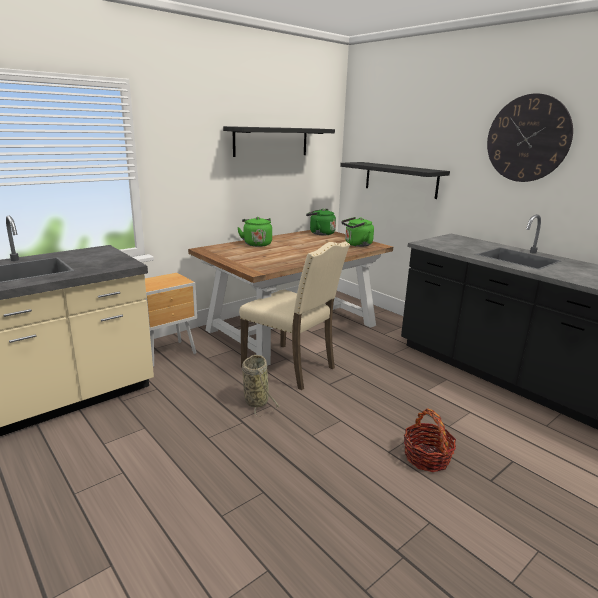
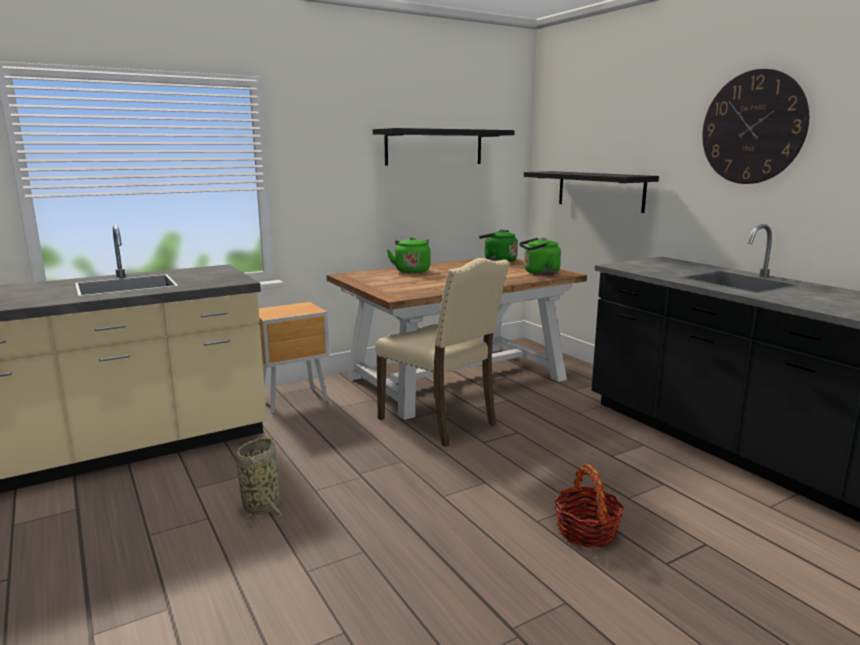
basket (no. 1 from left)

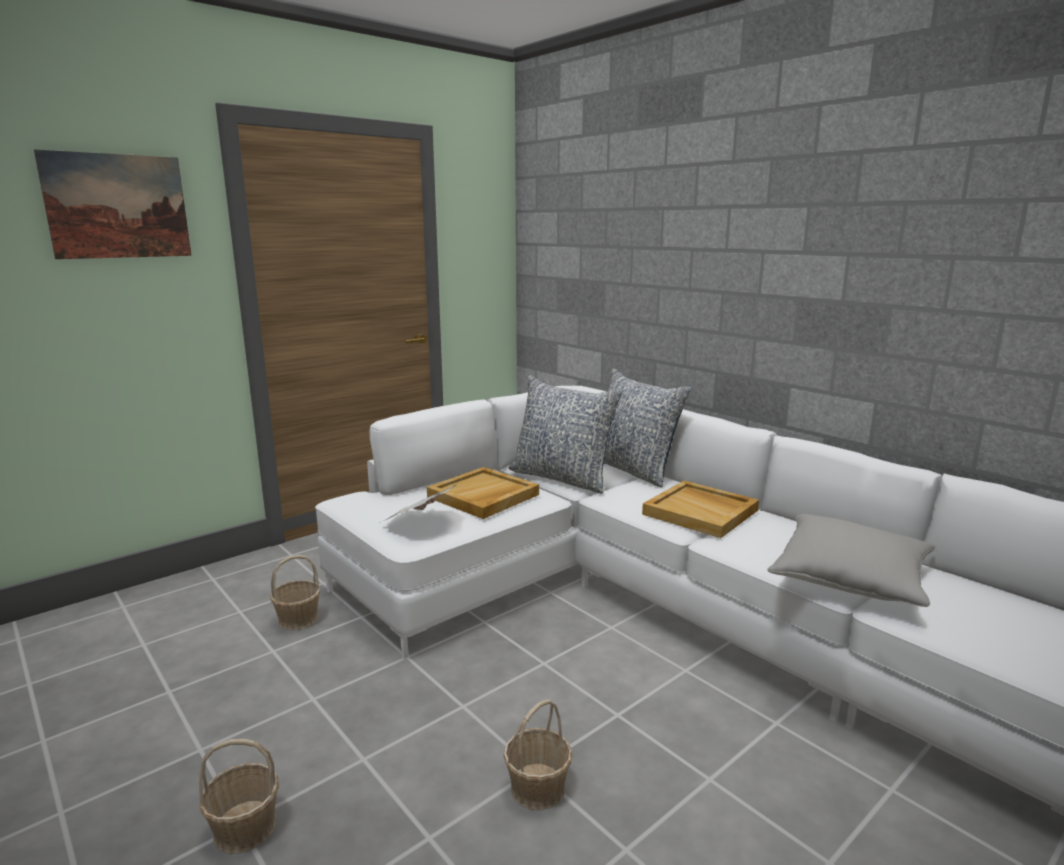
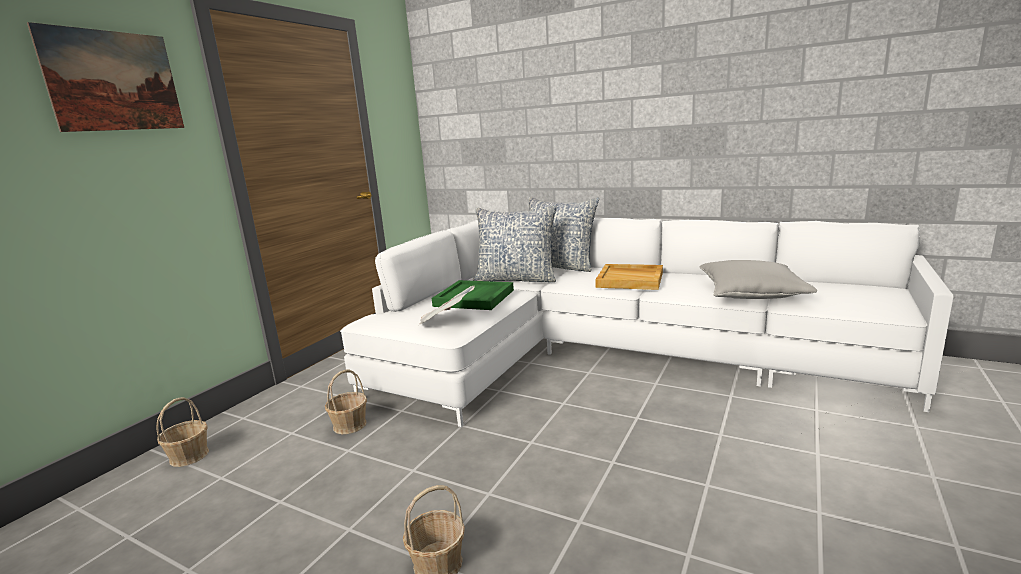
green tray
basket (no. 1 from left)

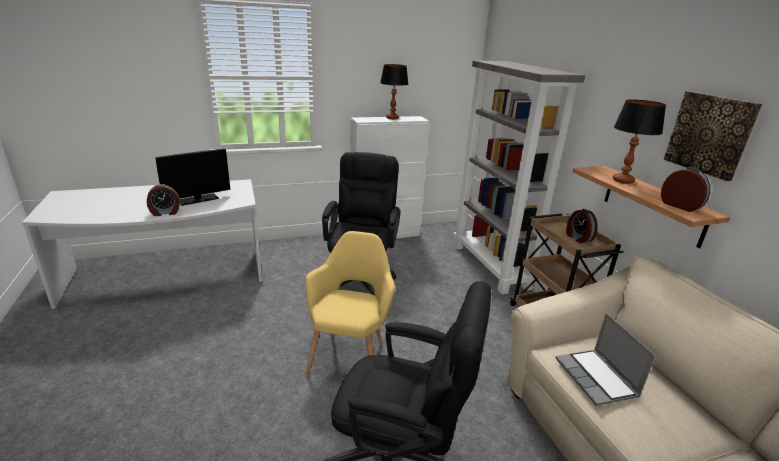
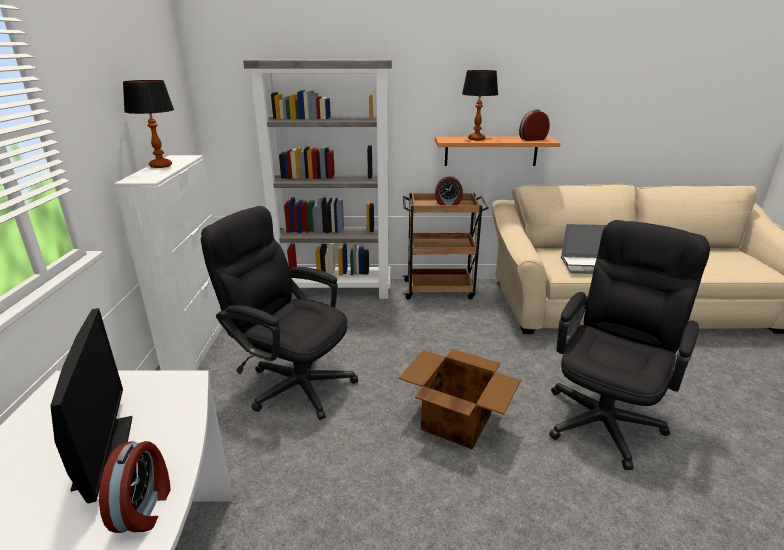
picture
cardboard box

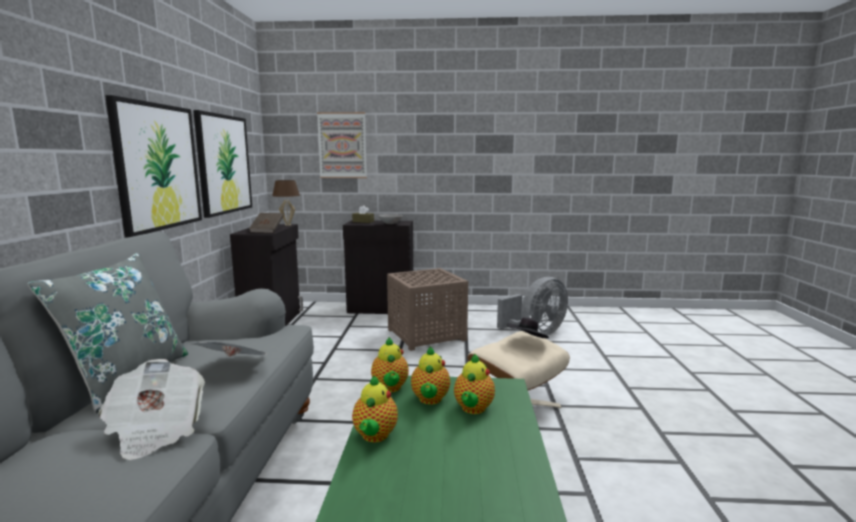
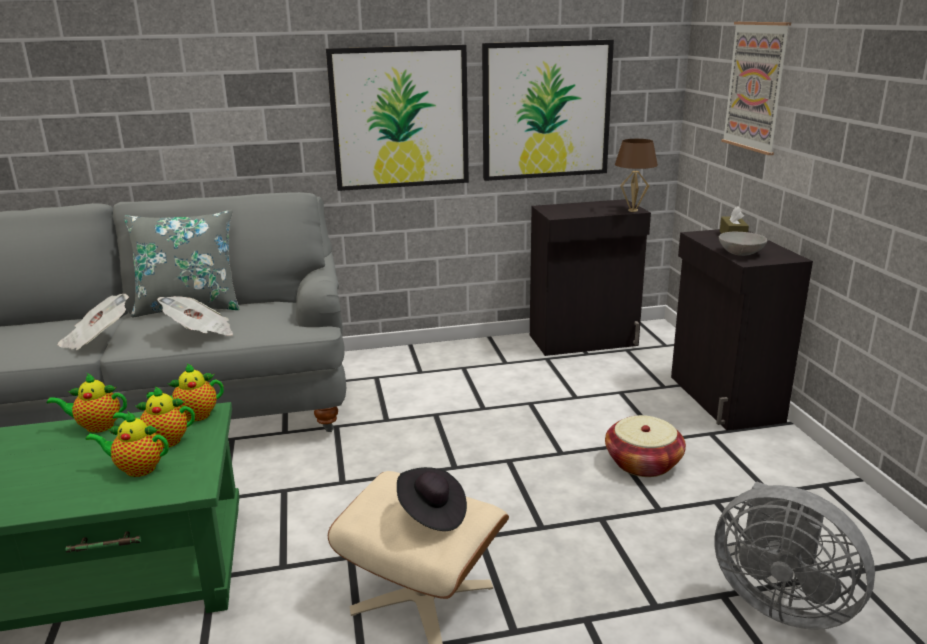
brown book
basket

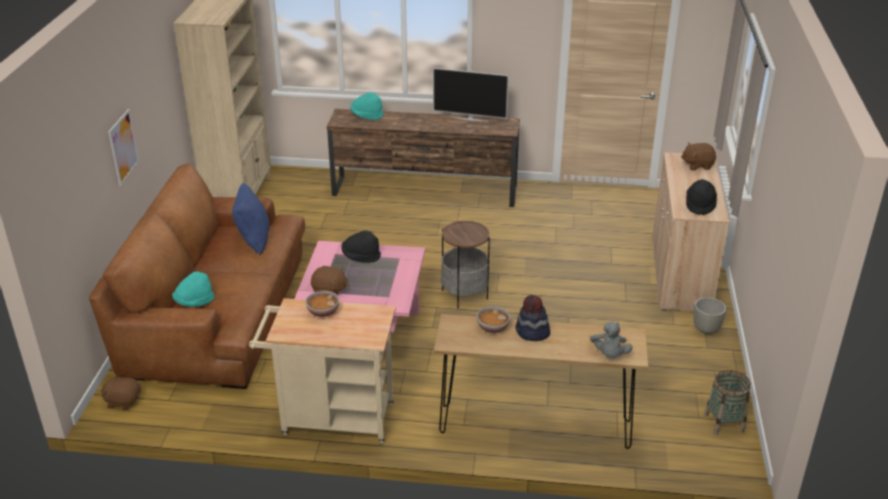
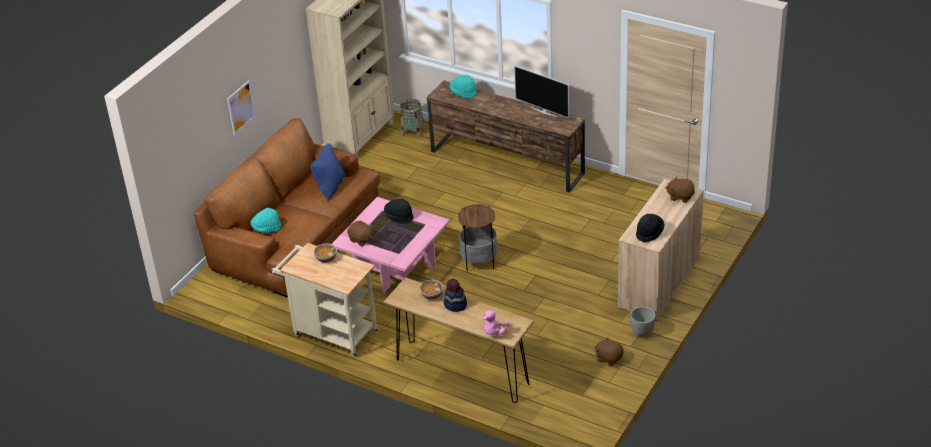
pink plush toy
basket
brown plush toy (no. 2 from left)

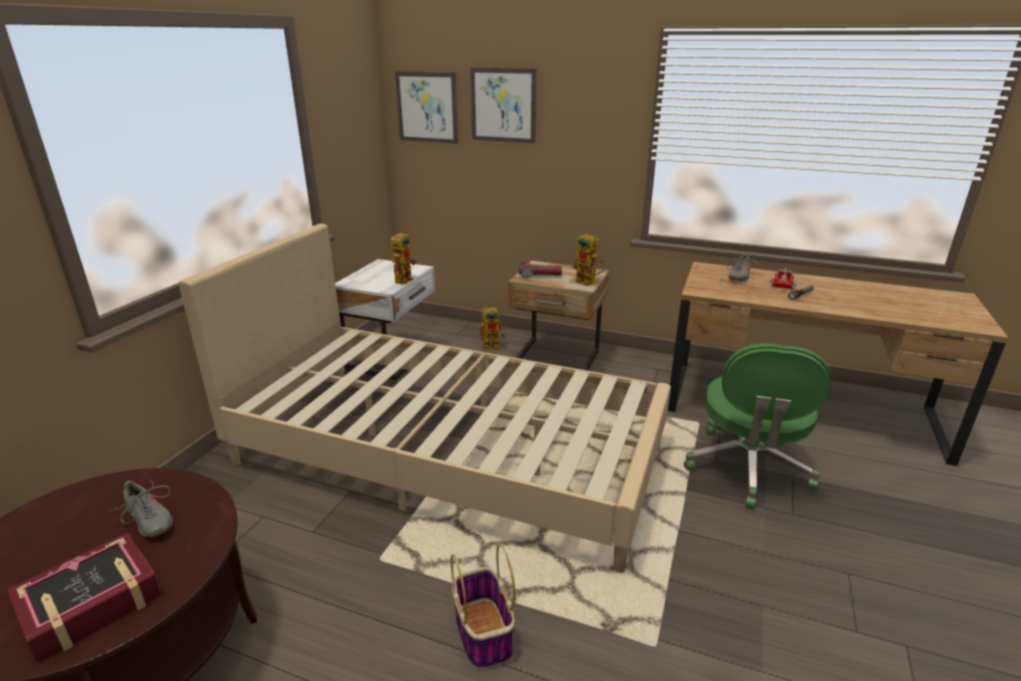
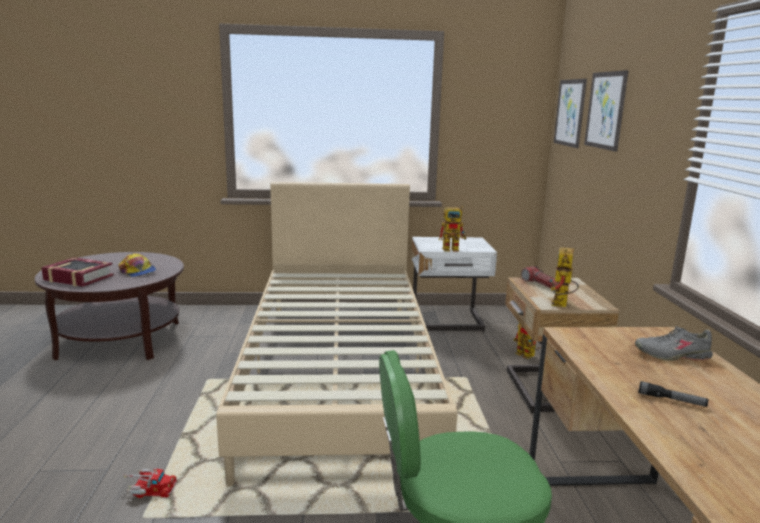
toy truck
cap
basket

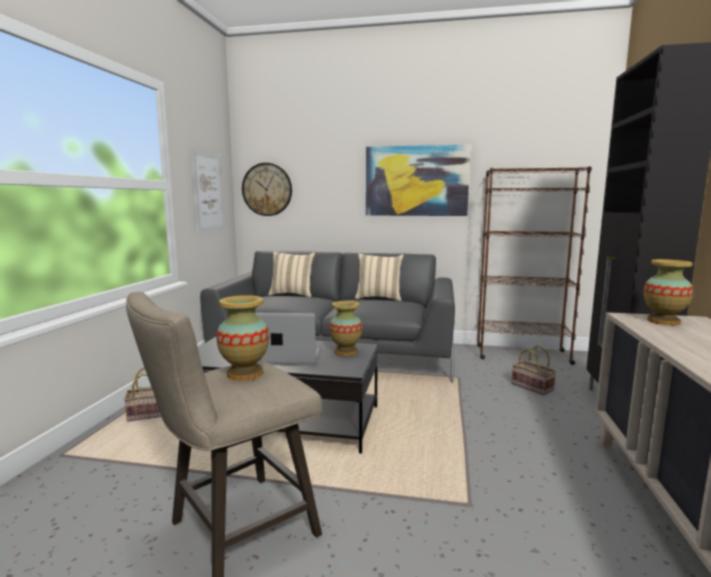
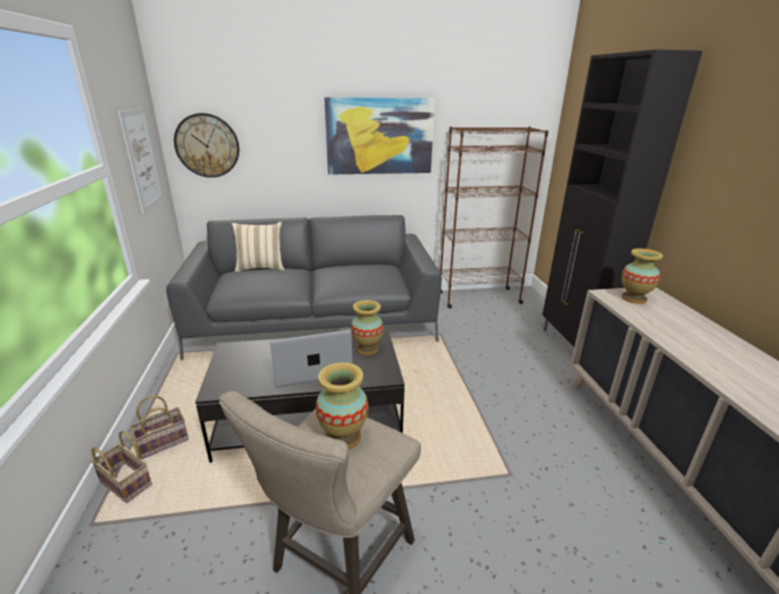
beige pillow (no. 2 from left in the first image)
basket (no. 1 from left)

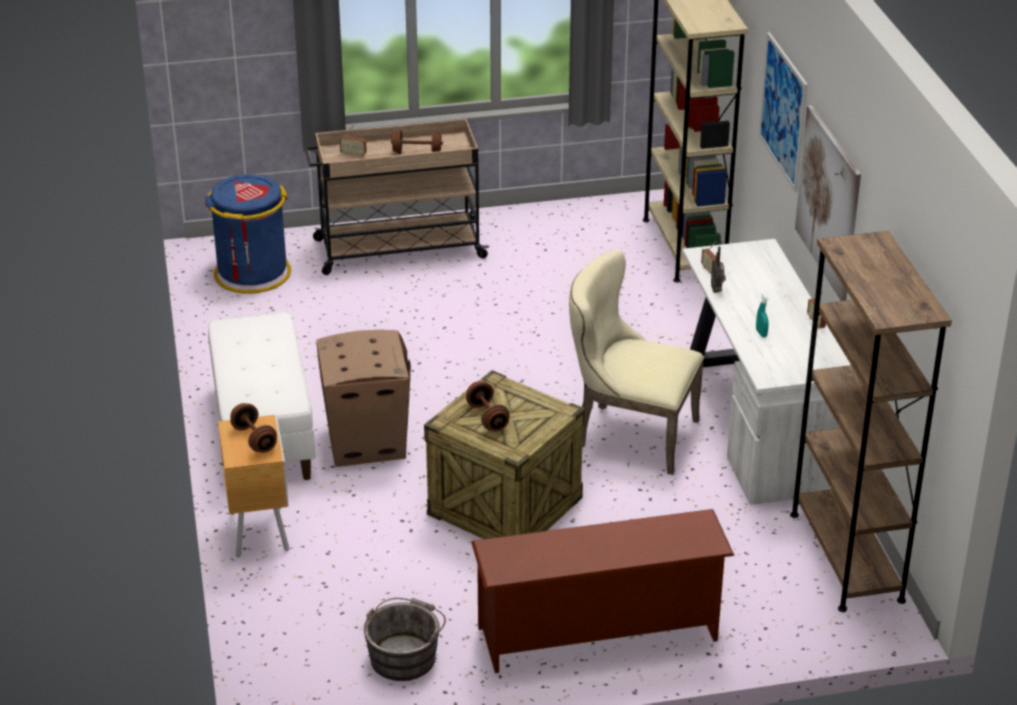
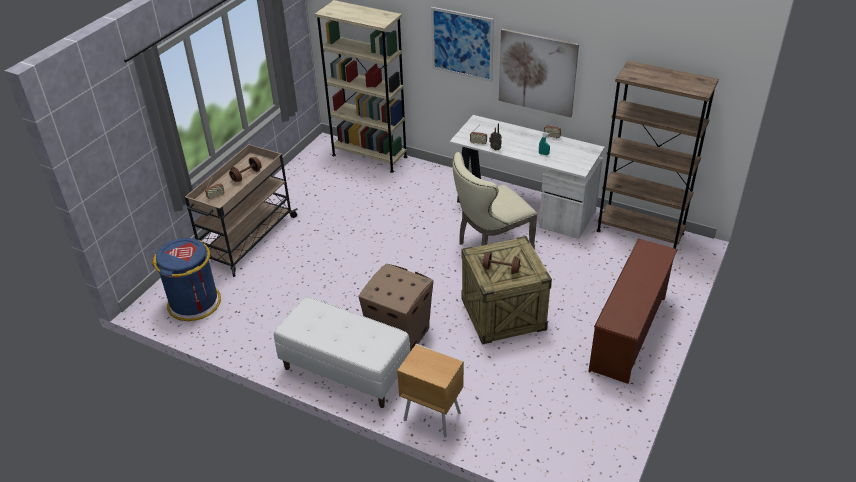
brown dumbbell (no. 1 from left in the first image)
grey bucket

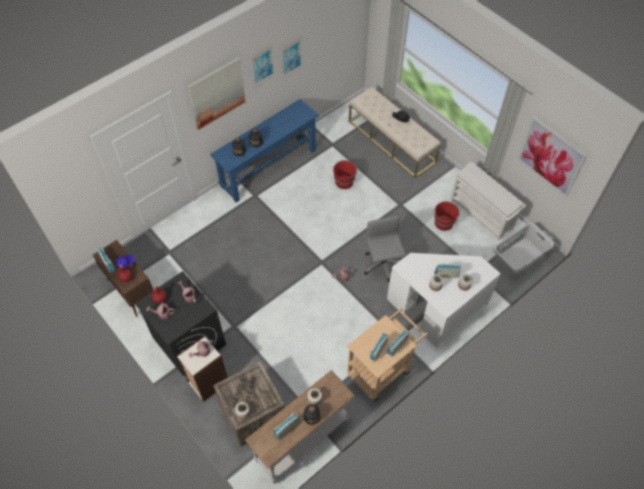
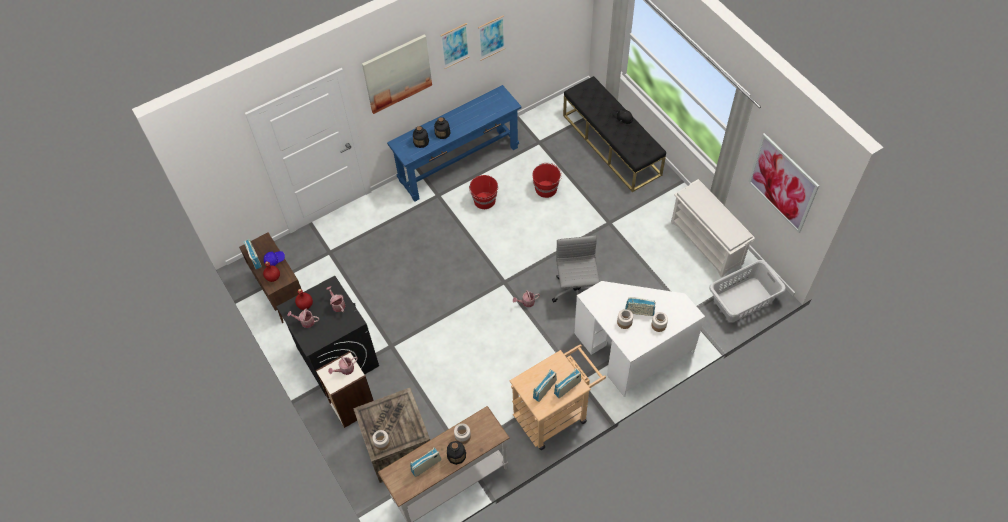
black bench
red bucket (no. 1 from left)

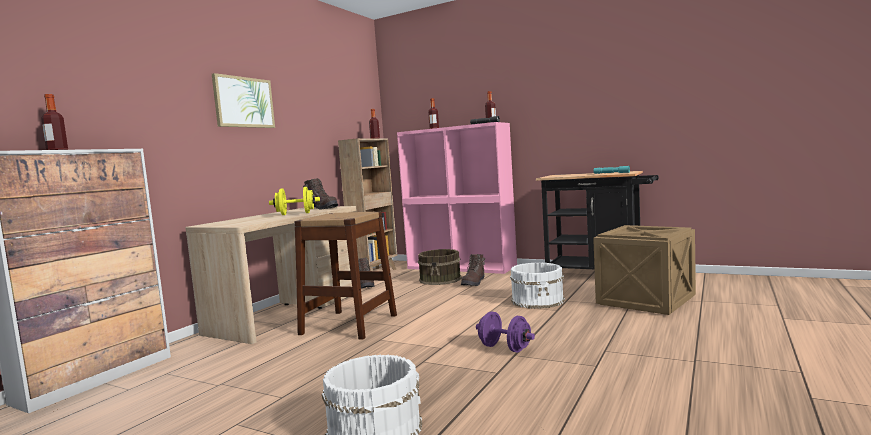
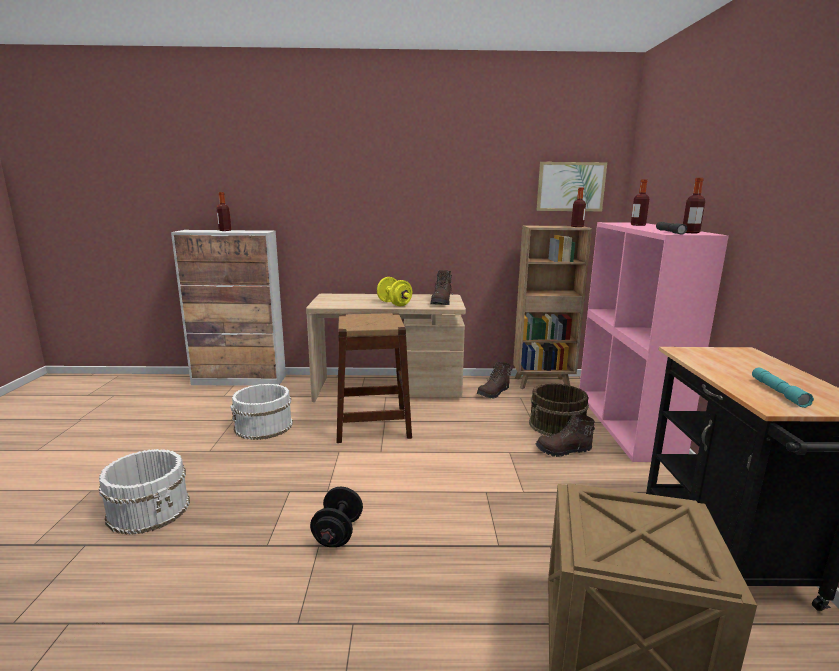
picture
white bucket (no. 2 from left)
black dumbbell

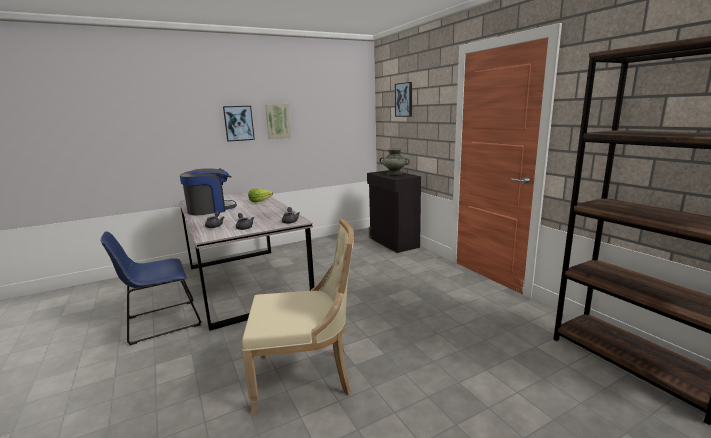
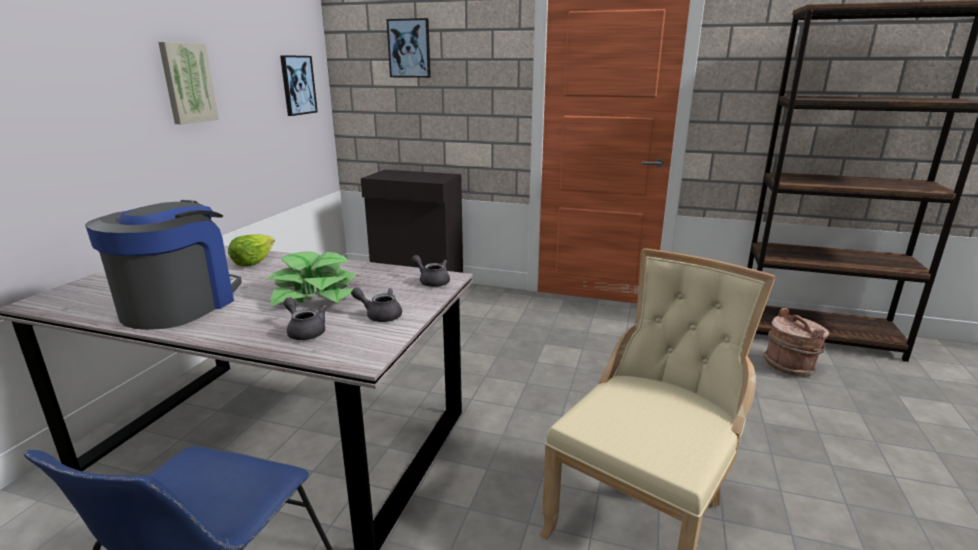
picture (no. 2 from left)
turquoise vase
potted plant
brown bucket

